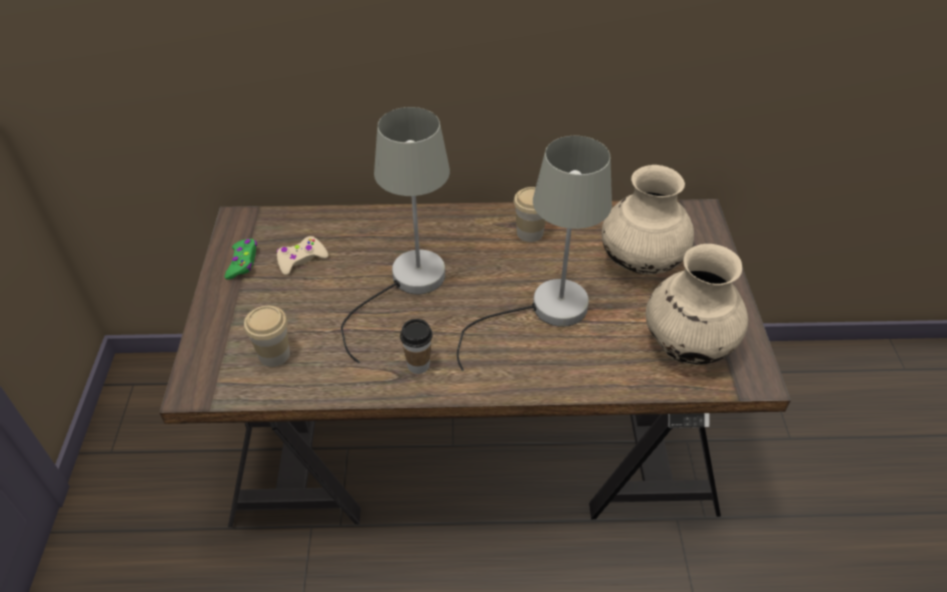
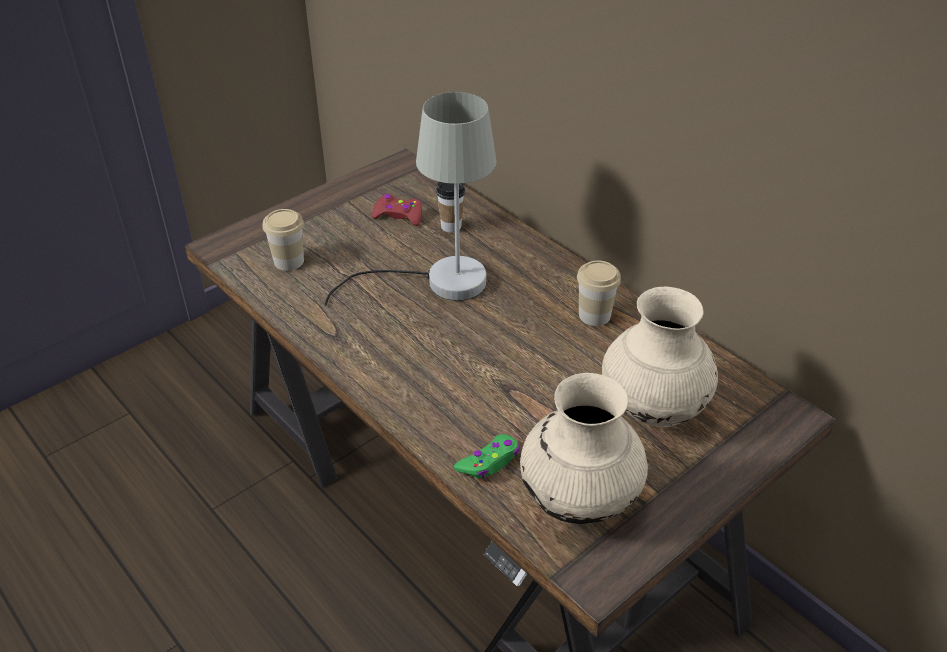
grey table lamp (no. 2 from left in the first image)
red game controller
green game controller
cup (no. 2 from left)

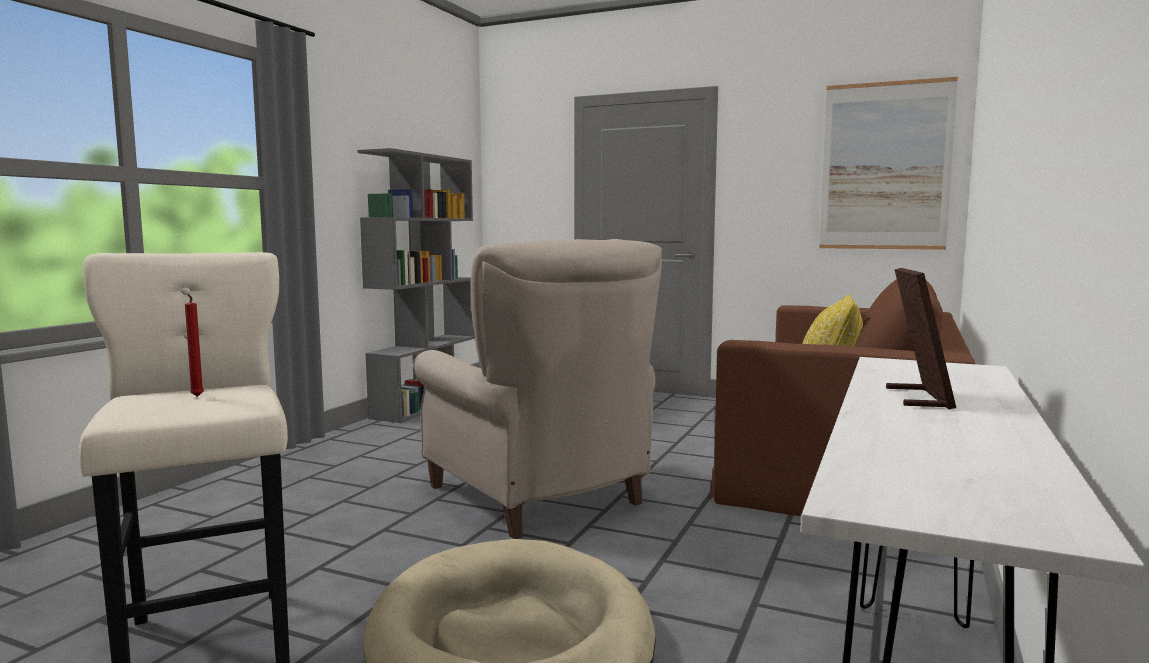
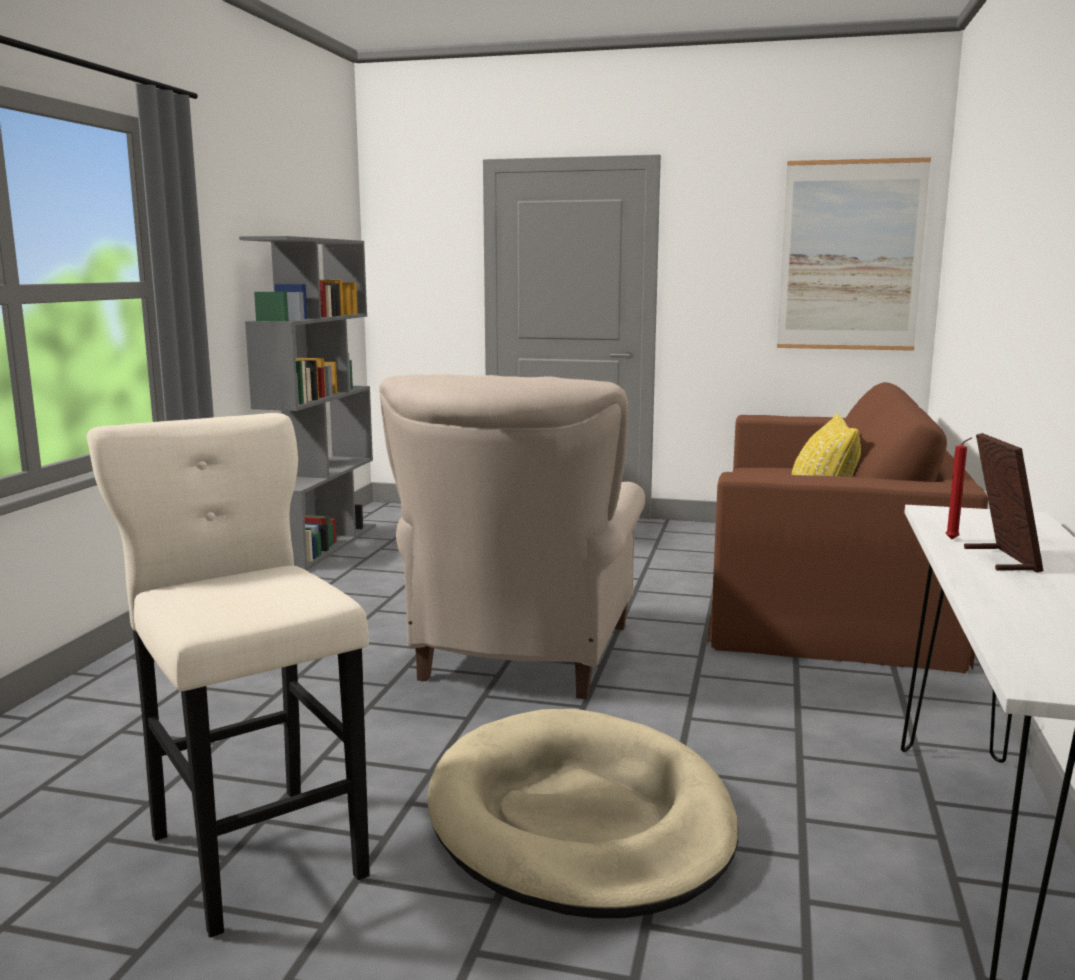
beige armchair
red candle

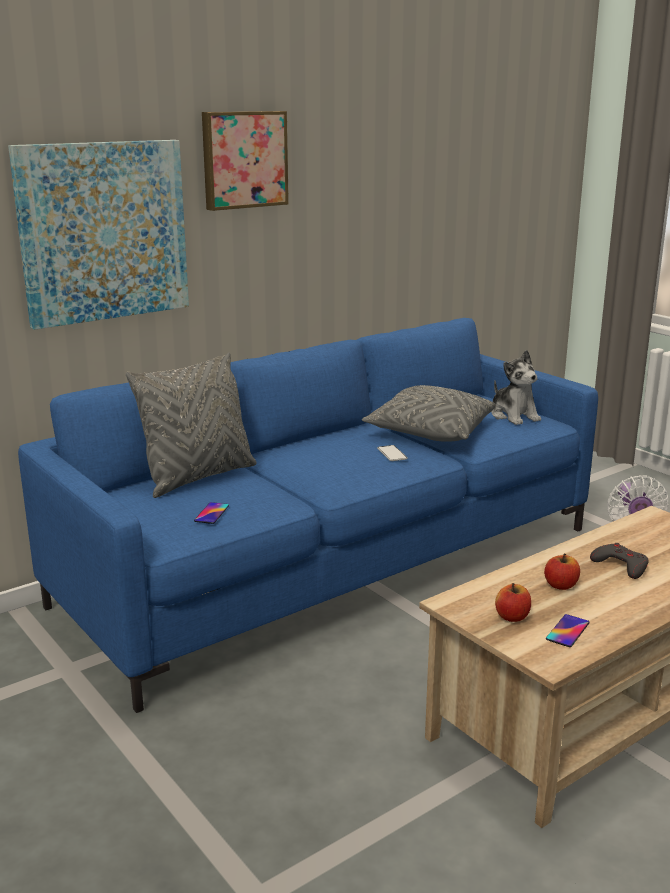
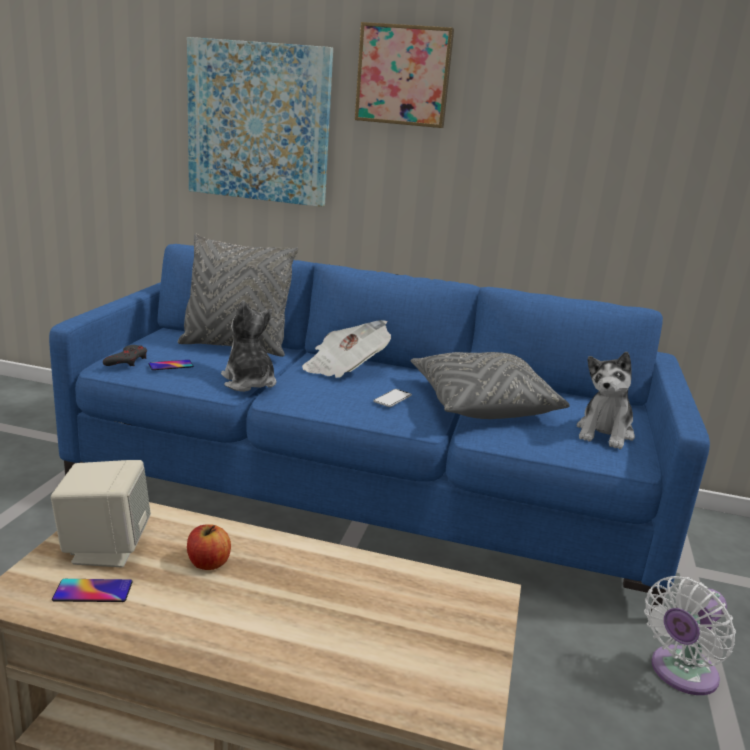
grey game controller
beige speaker
plush toy (no. 1 from left)
newspaper

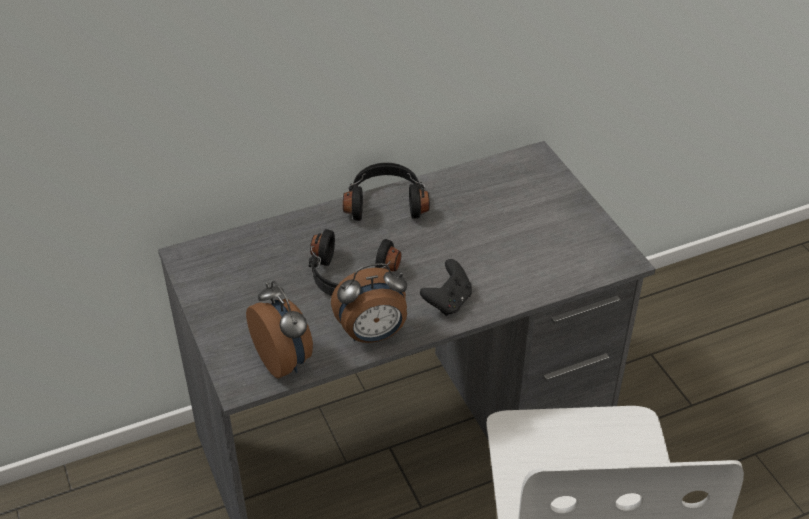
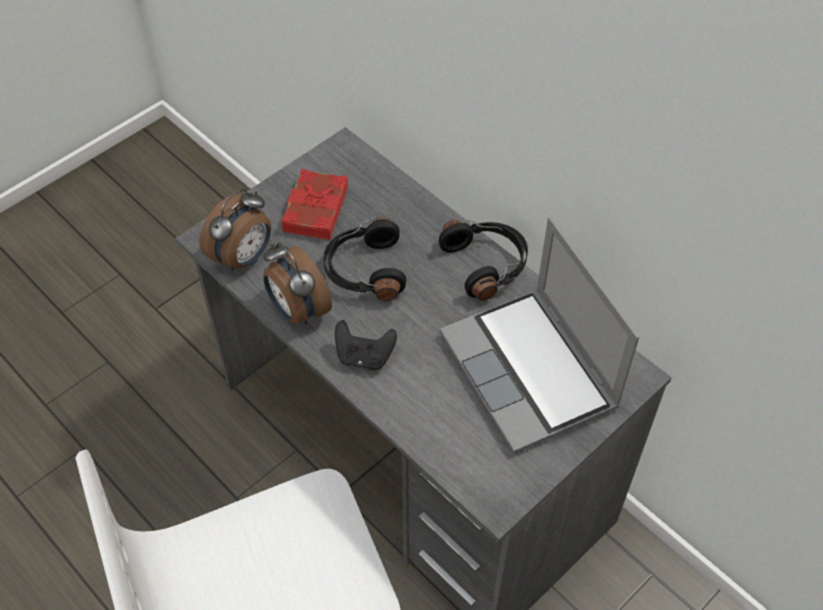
red book
laptop

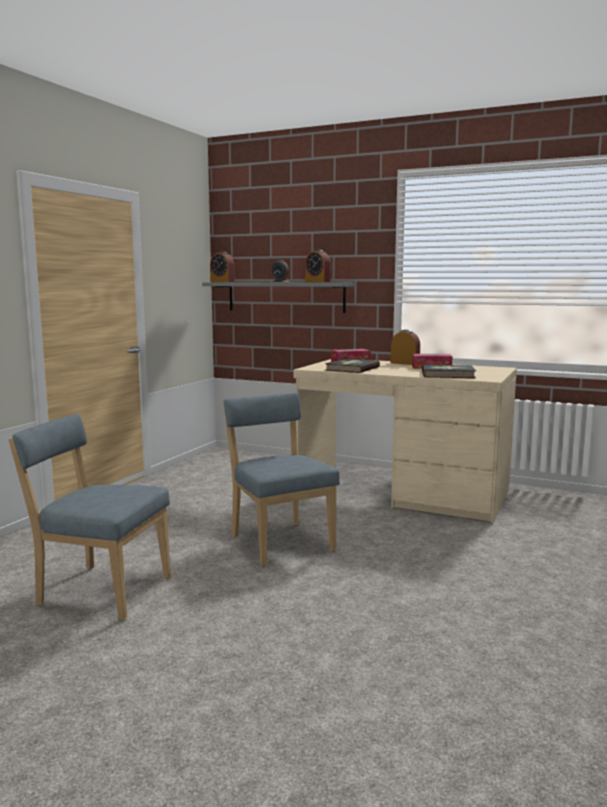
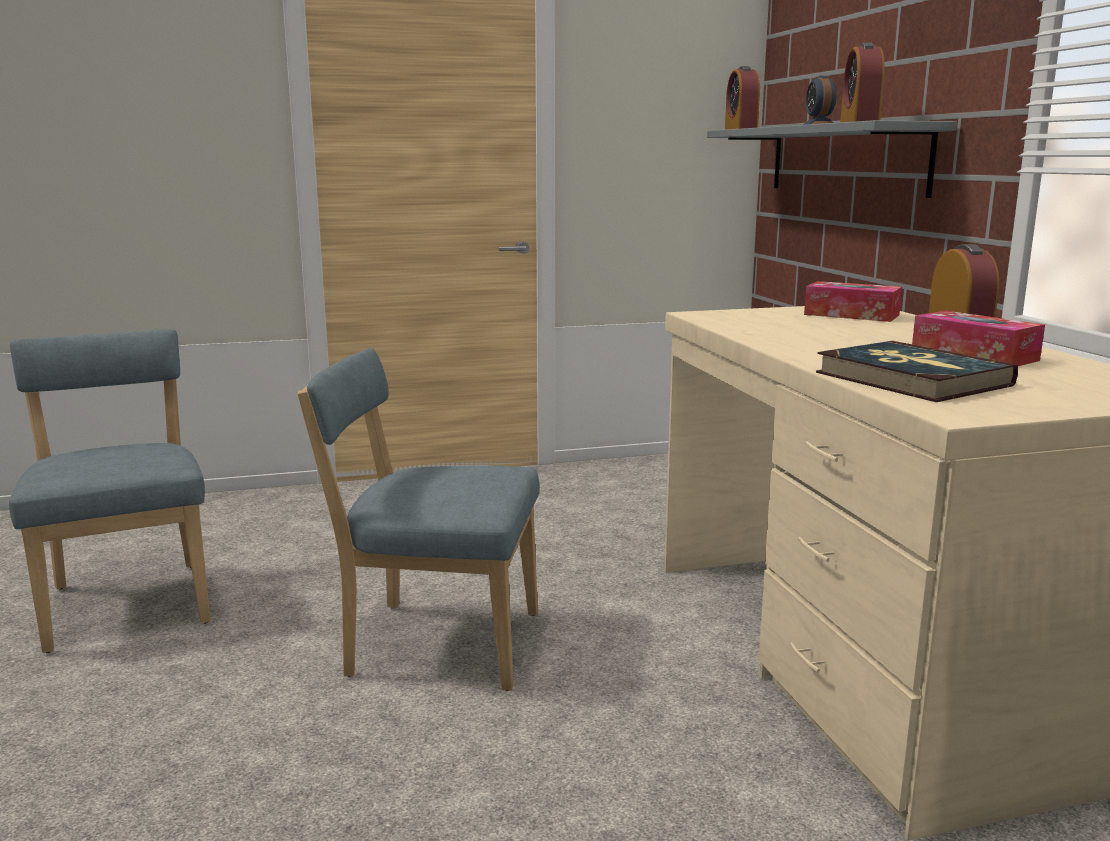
book (no. 1 from left in the first image)
blue chair (no. 2 from left)

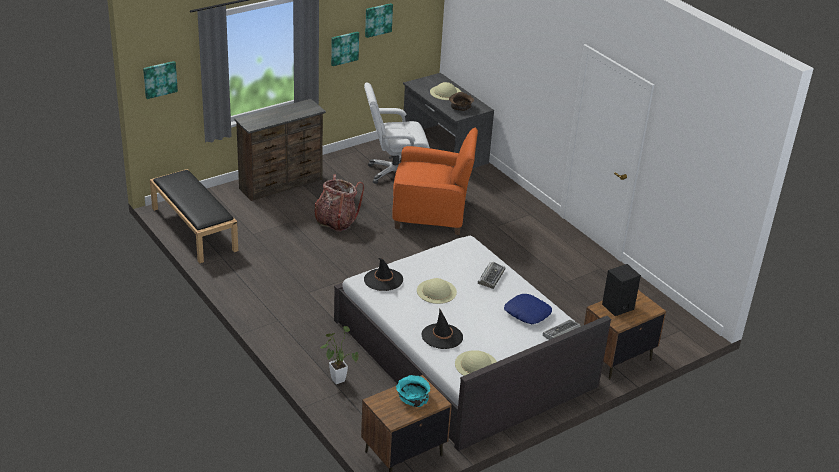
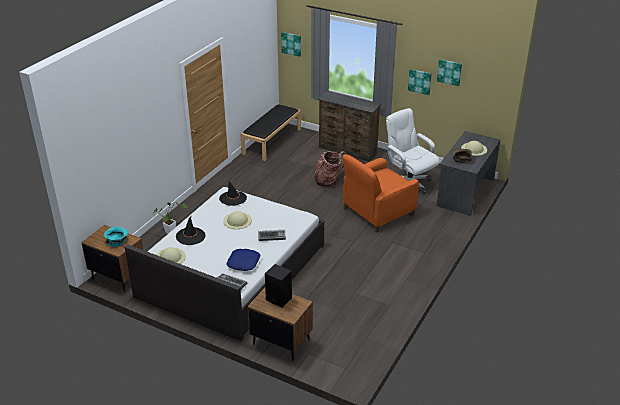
orange armchair

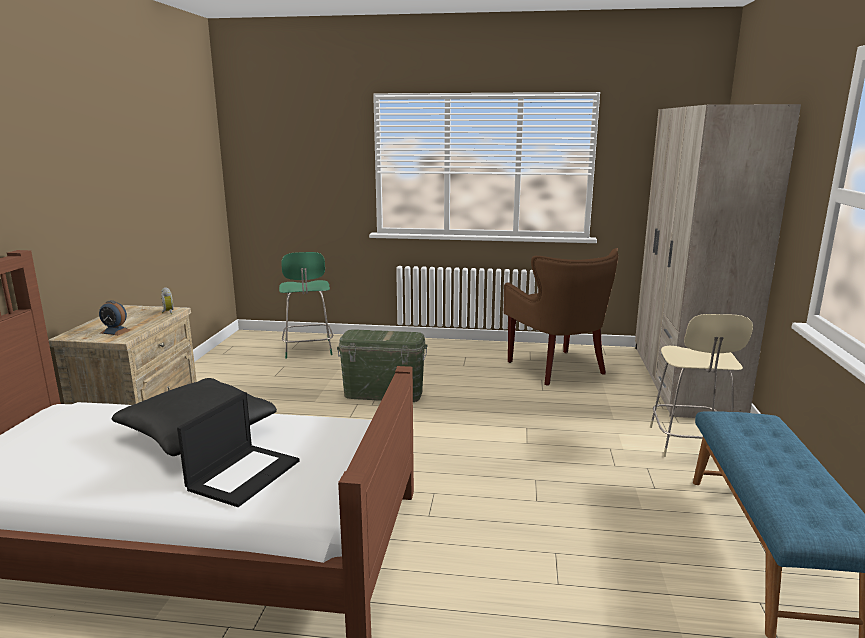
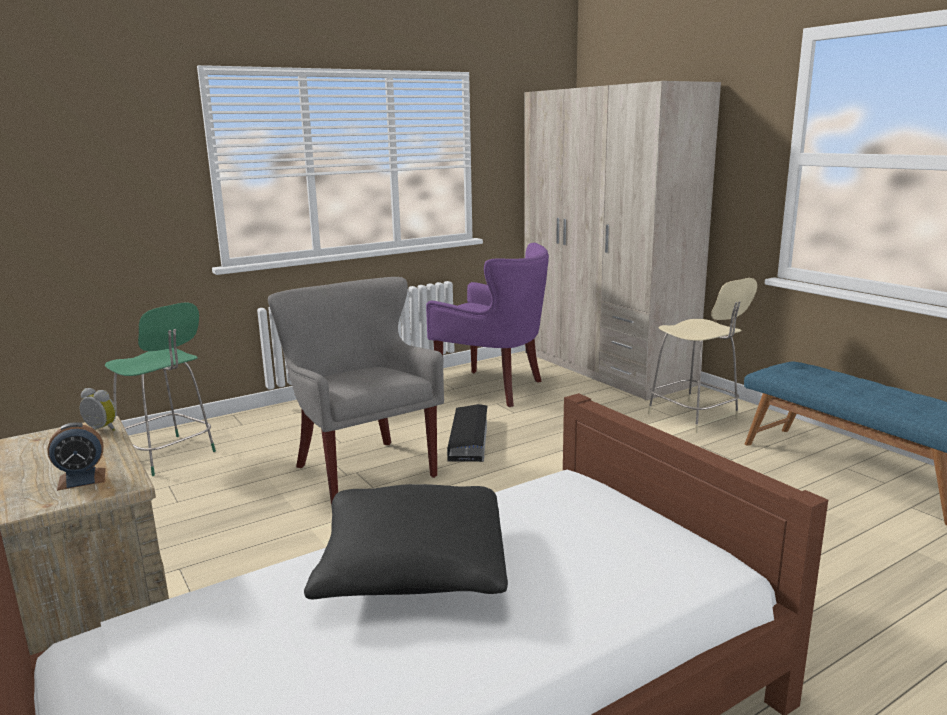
purple armchair
grey armchair
laptop
black storage box

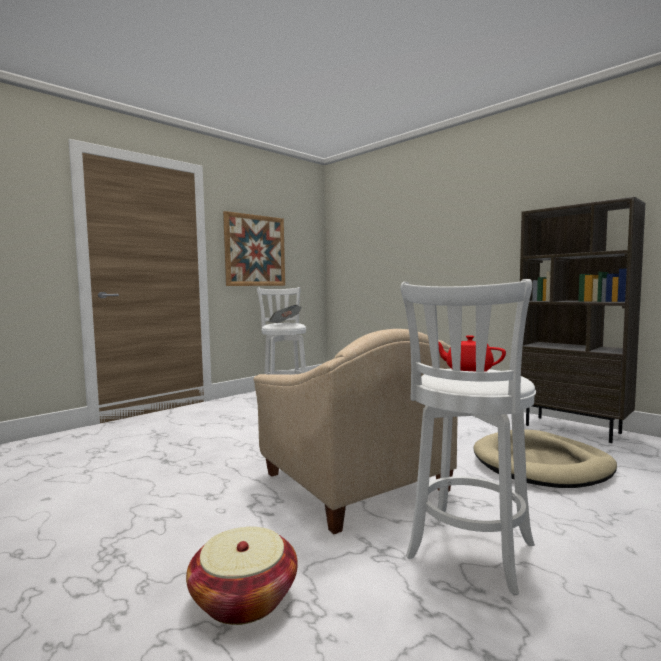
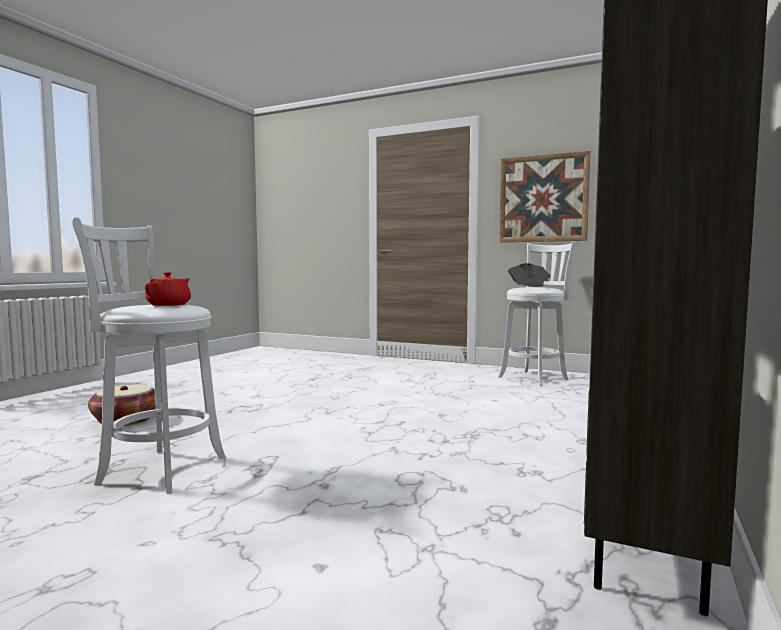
beige armchair
beige dog bed

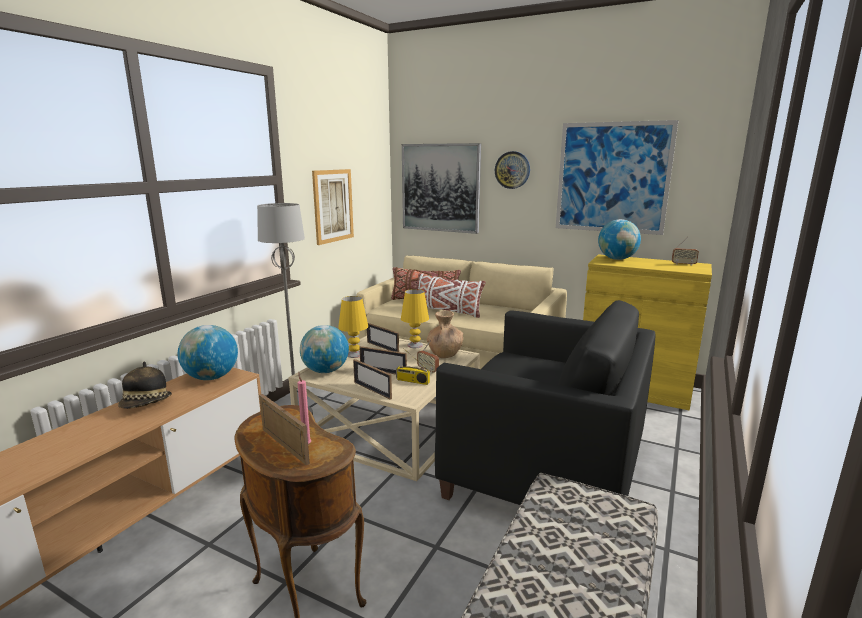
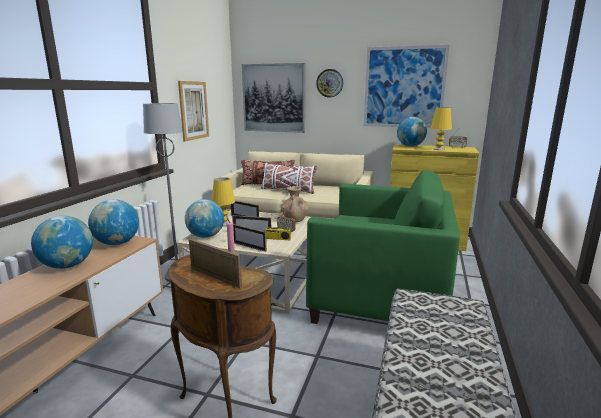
yellow table lamp (no. 2 from left)
green armchair
globe (no. 1 from left)

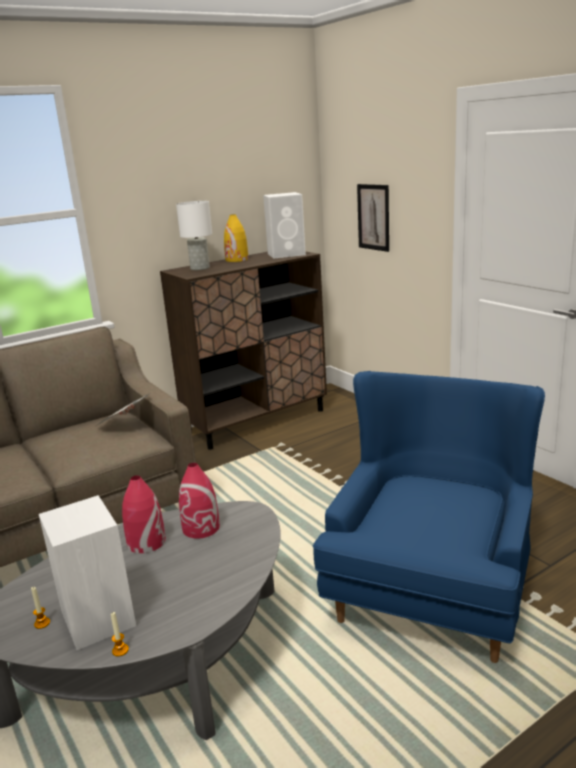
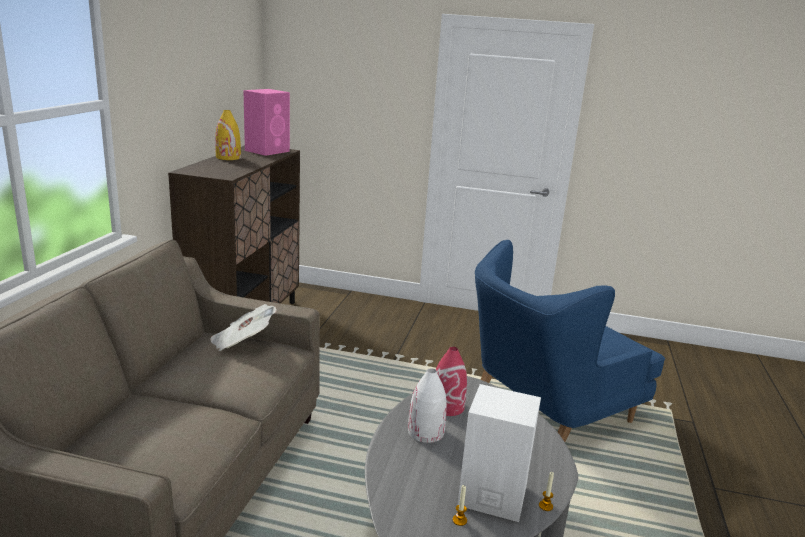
picture
pink speaker
white table lamp
blue armchair
white vase

